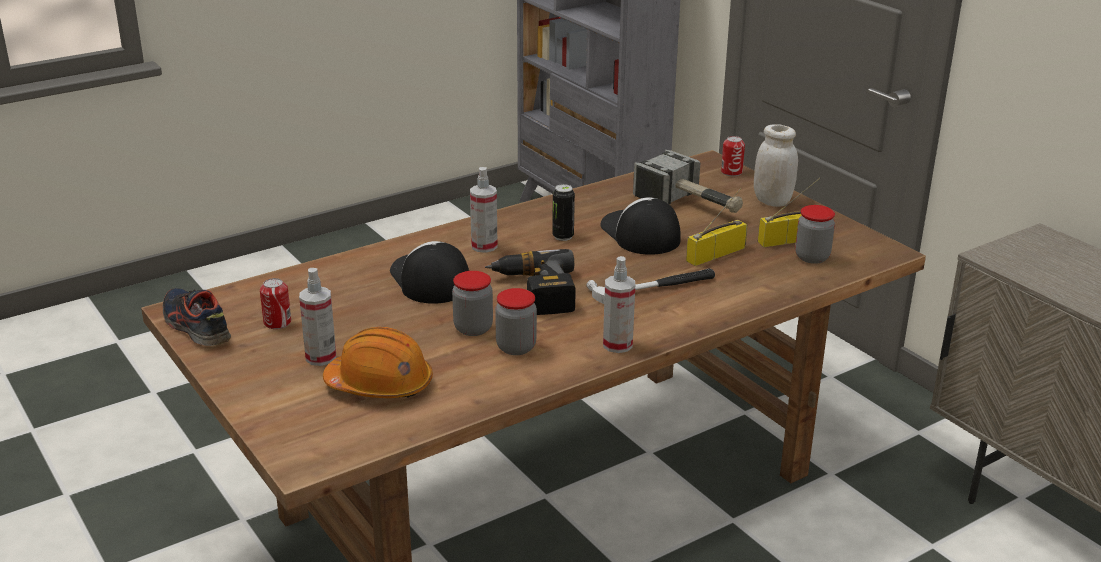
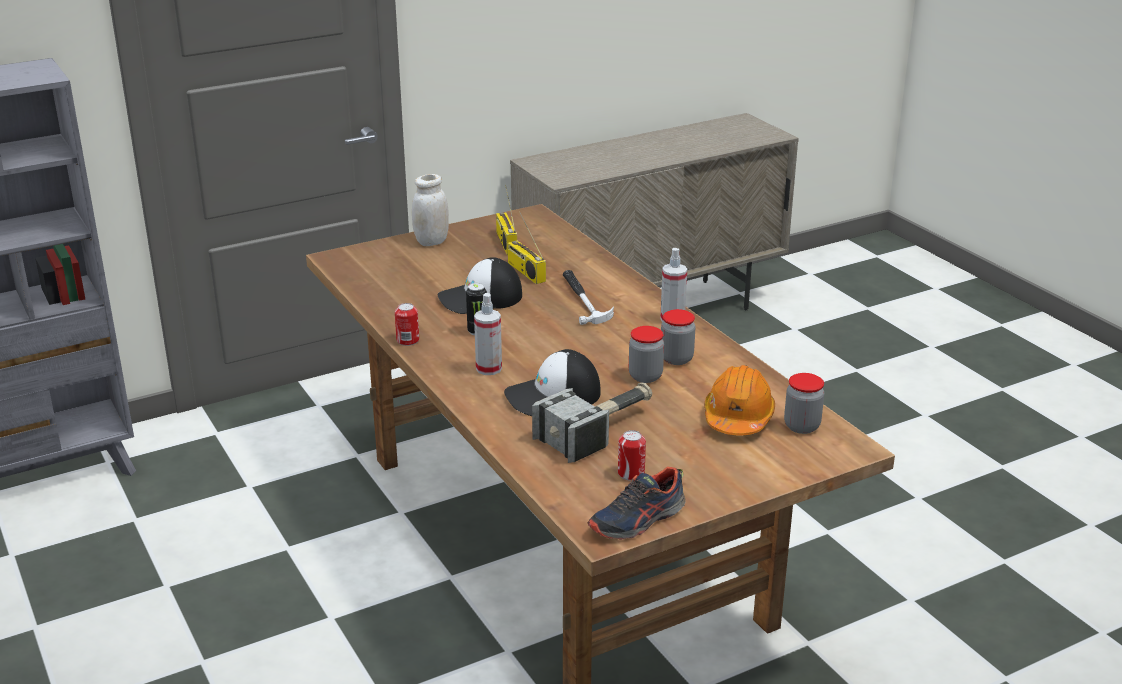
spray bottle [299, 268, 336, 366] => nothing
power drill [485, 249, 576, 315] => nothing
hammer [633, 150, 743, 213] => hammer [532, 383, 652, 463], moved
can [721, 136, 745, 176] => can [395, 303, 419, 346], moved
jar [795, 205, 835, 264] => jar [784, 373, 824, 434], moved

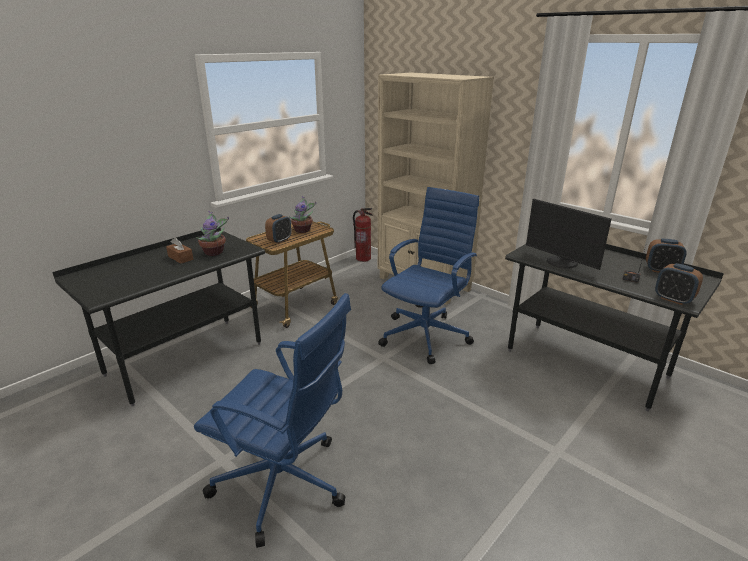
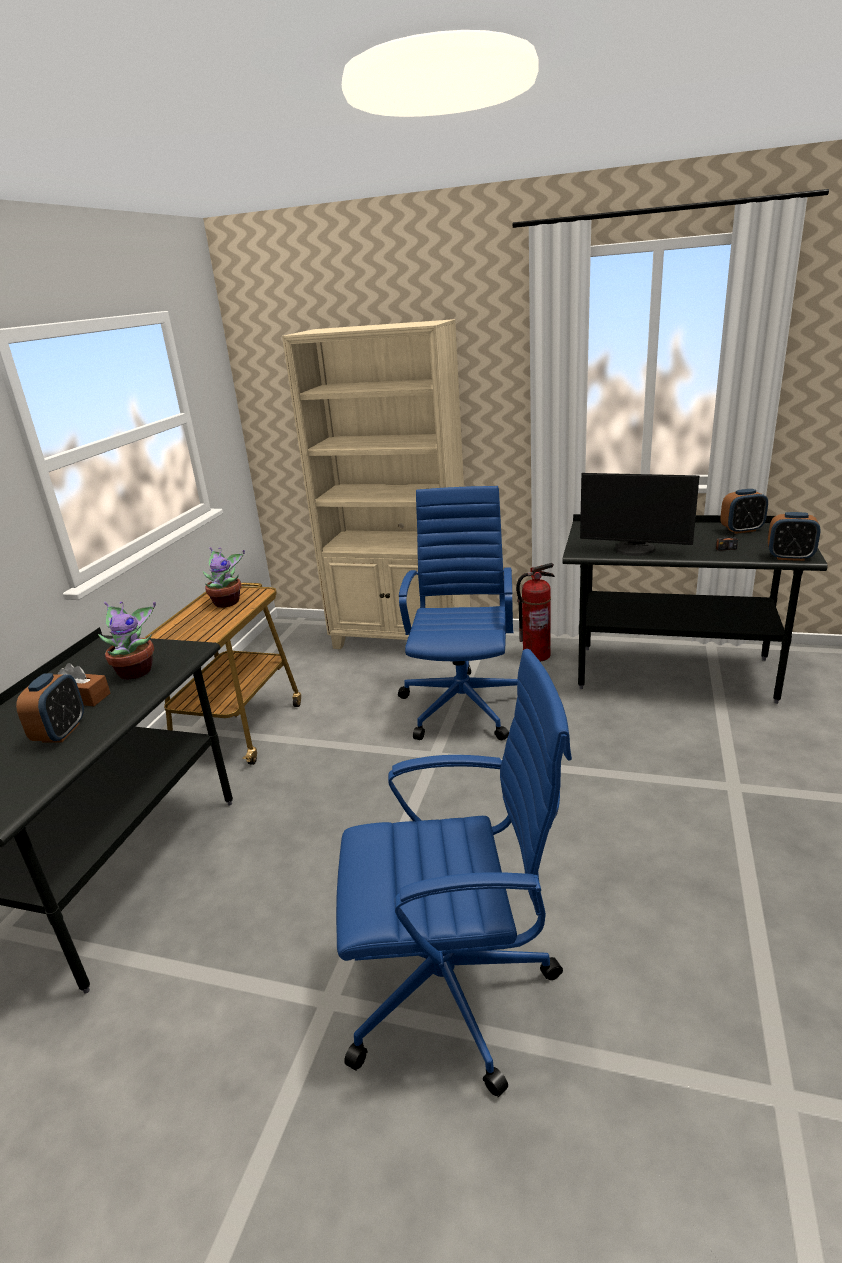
alarm clock [265, 214, 292, 244] => alarm clock [16, 673, 84, 742], moved
fire extinguisher [353, 208, 373, 262] => fire extinguisher [516, 563, 555, 662], moved

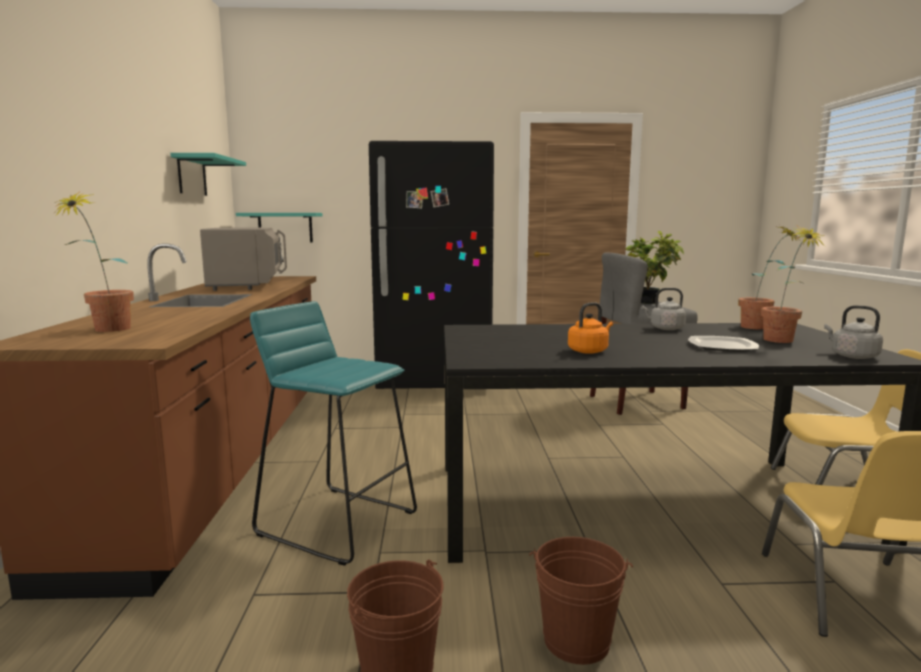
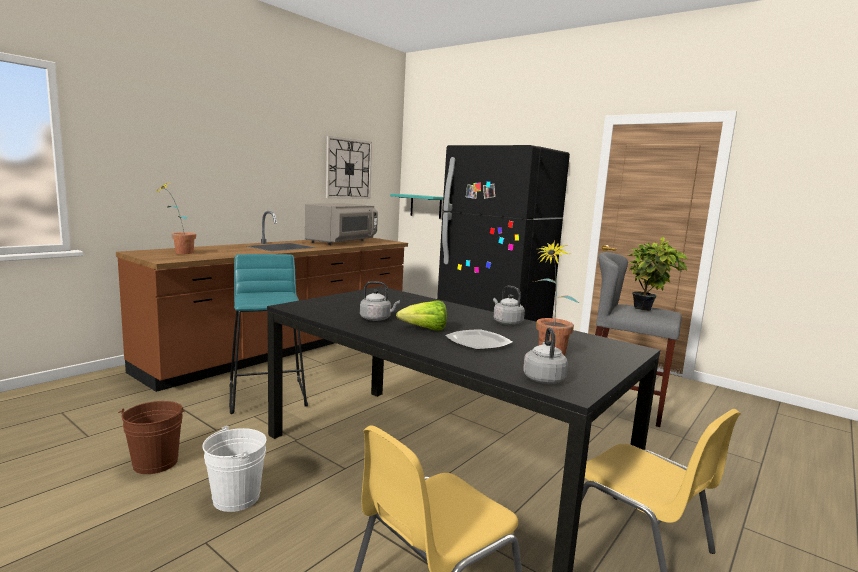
shelf (turquoise) [170, 153, 246, 196] => wall clock [326, 136, 372, 199]
bucket (brown) [529, 537, 633, 665] => bucket (white) [202, 426, 266, 512]
kettle (orange) [568, 302, 613, 354] => kettle (grey) [360, 281, 400, 321]
potted plant [738, 224, 802, 329] => nothing
nothing => lettuce [396, 300, 447, 331]

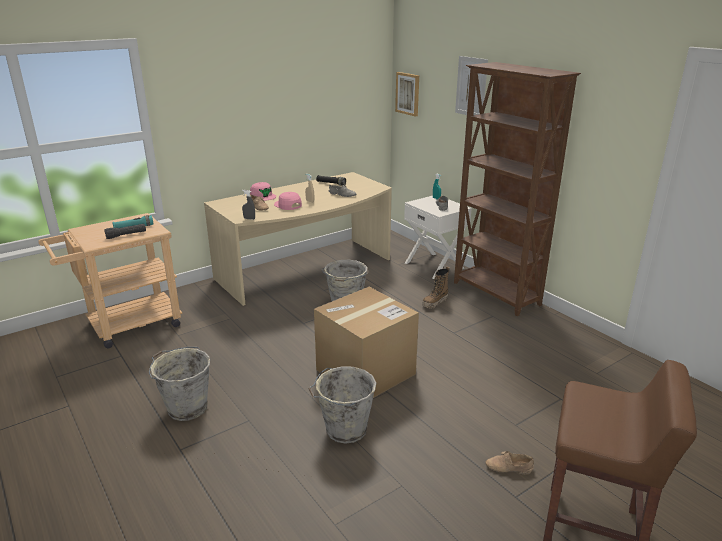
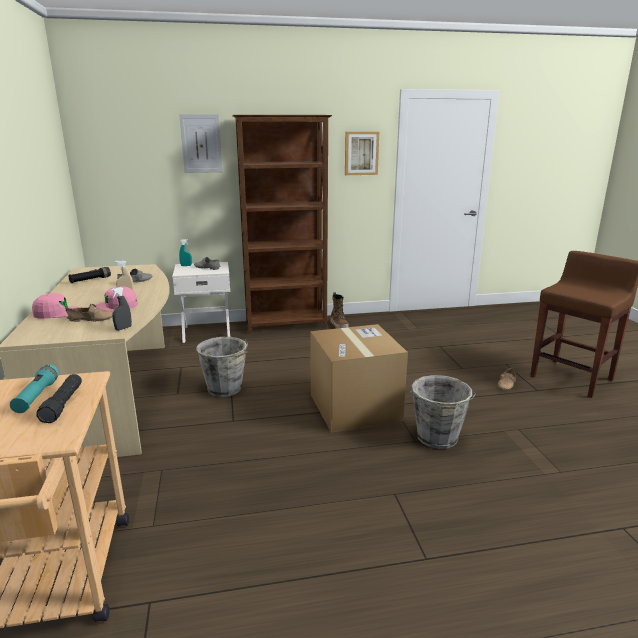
bucket (grey) [149, 347, 210, 421] => nothing
picture [395, 72, 419, 117] => picture [345, 132, 379, 175], moved
boot [422, 267, 449, 309] => boot [330, 292, 349, 329], moved

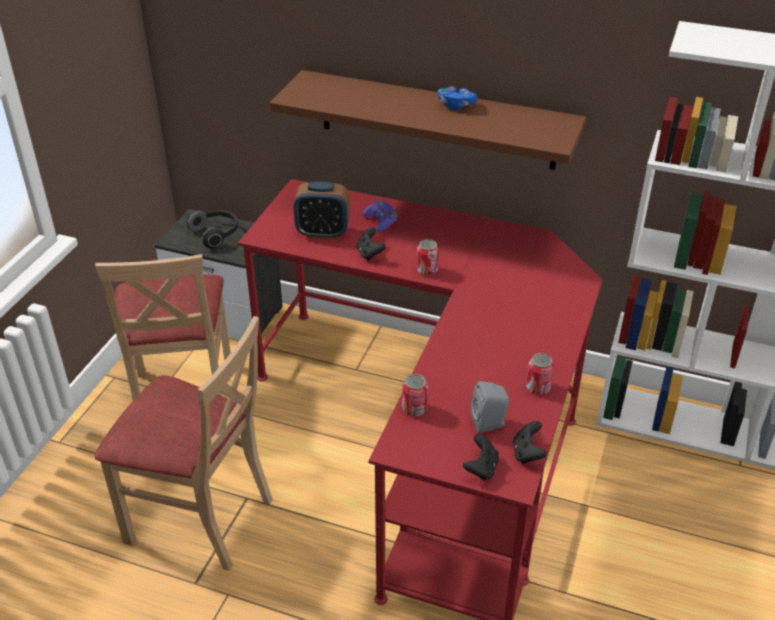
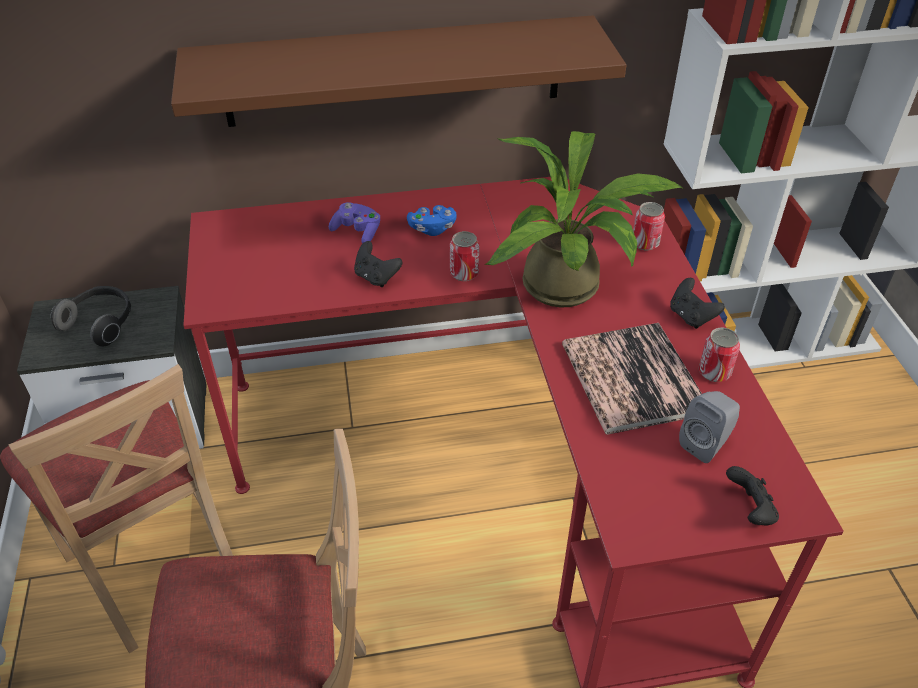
alarm clock [293, 182, 350, 239] => nothing
can [402, 374, 428, 416] => can [633, 202, 665, 250], moved
game controller (blue) [438, 86, 477, 110] => game controller (blue) [407, 205, 457, 236], moved
game controller (black) [513, 421, 547, 464] => game controller (black) [670, 278, 725, 329], moved
nothing => potted plant [485, 131, 684, 307]
nothing => book [562, 323, 702, 434]

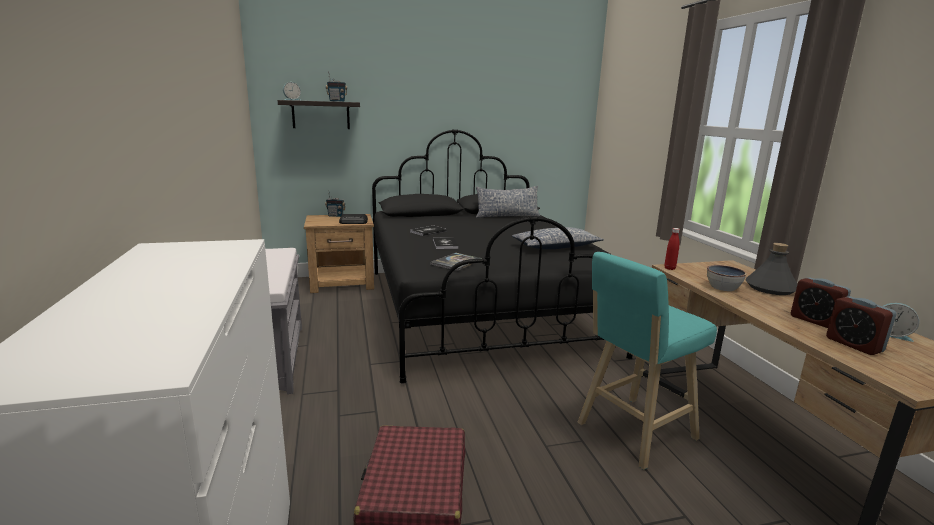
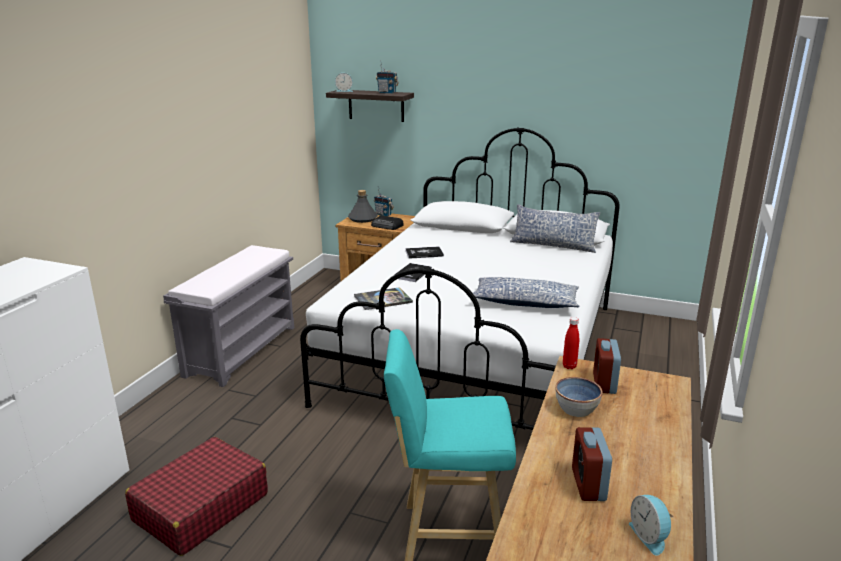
bed (black) [372, 129, 632, 384] => bed (white) [300, 127, 620, 430]
bottle (grey) [745, 243, 797, 295] => bottle (grey) [348, 190, 378, 223], moved
alarm clock [826, 296, 896, 355] => alarm clock [593, 338, 621, 394], moved

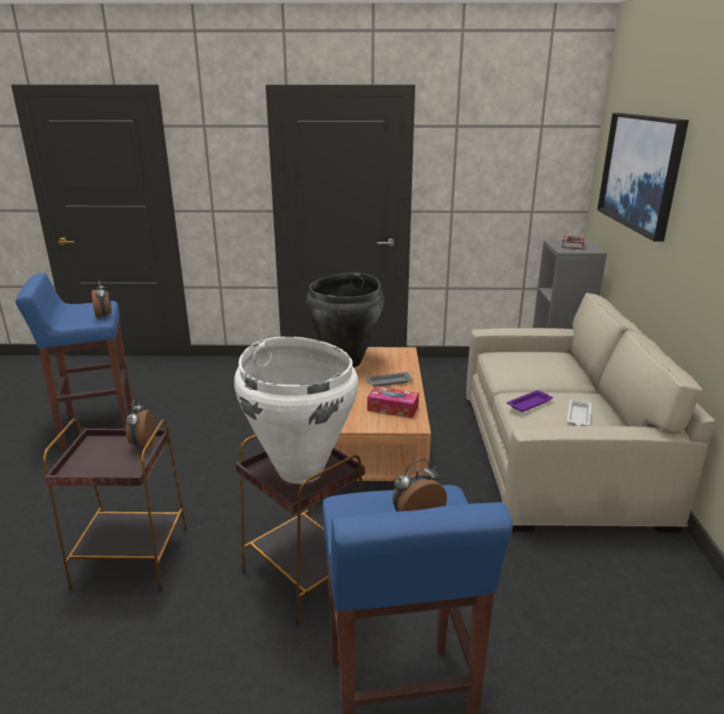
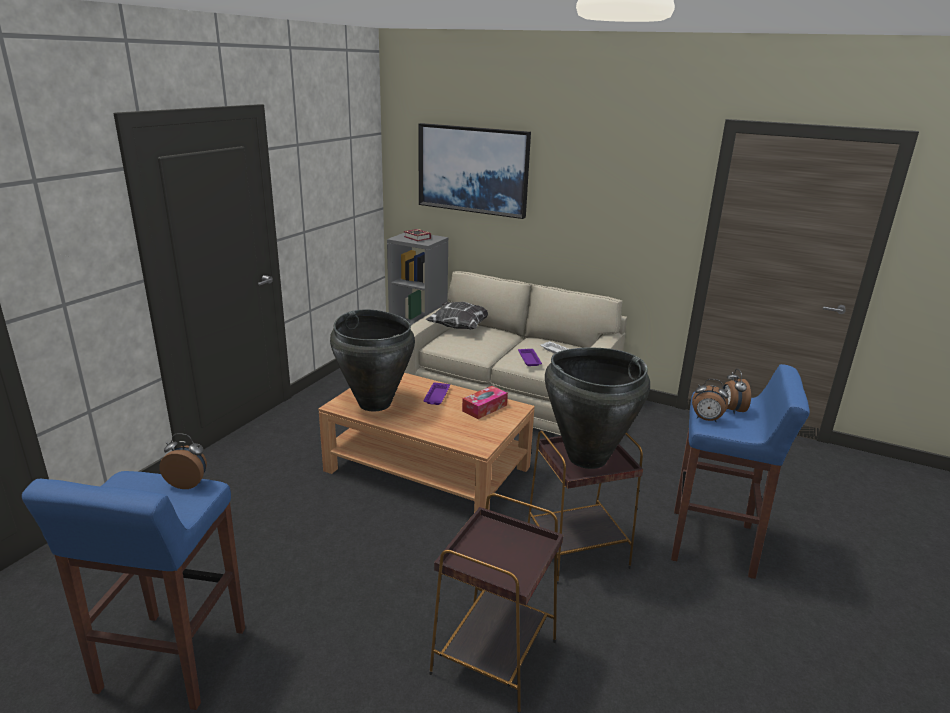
alarm clock [125, 399, 155, 450] => alarm clock [692, 379, 729, 422], moved
vase (white) [234, 337, 359, 484] => vase (black) [545, 348, 650, 469]
tray (grey) [367, 372, 413, 387] => tray (purple) [423, 382, 450, 405]
nothing => pillow [425, 301, 488, 329]

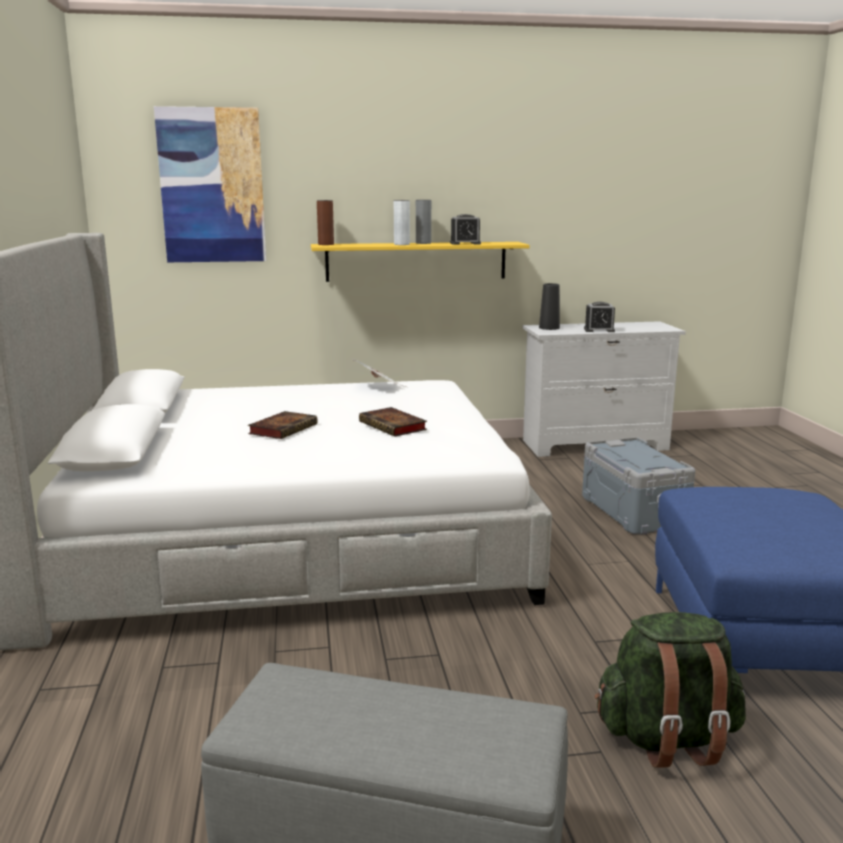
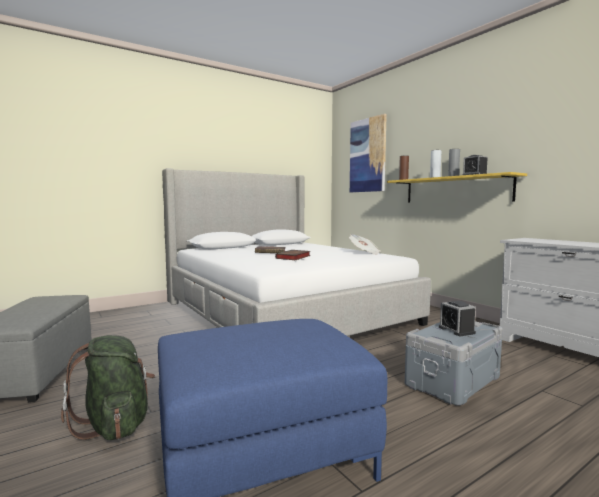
vase (black) [539, 283, 560, 330] => nothing
alarm clock [584, 302, 615, 332] => alarm clock [439, 301, 476, 336], moved

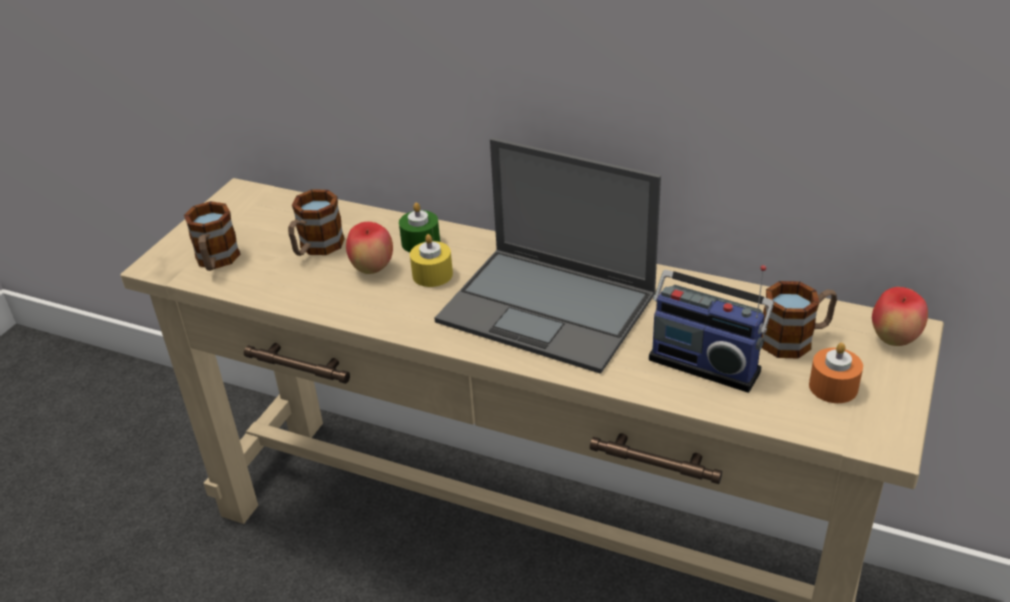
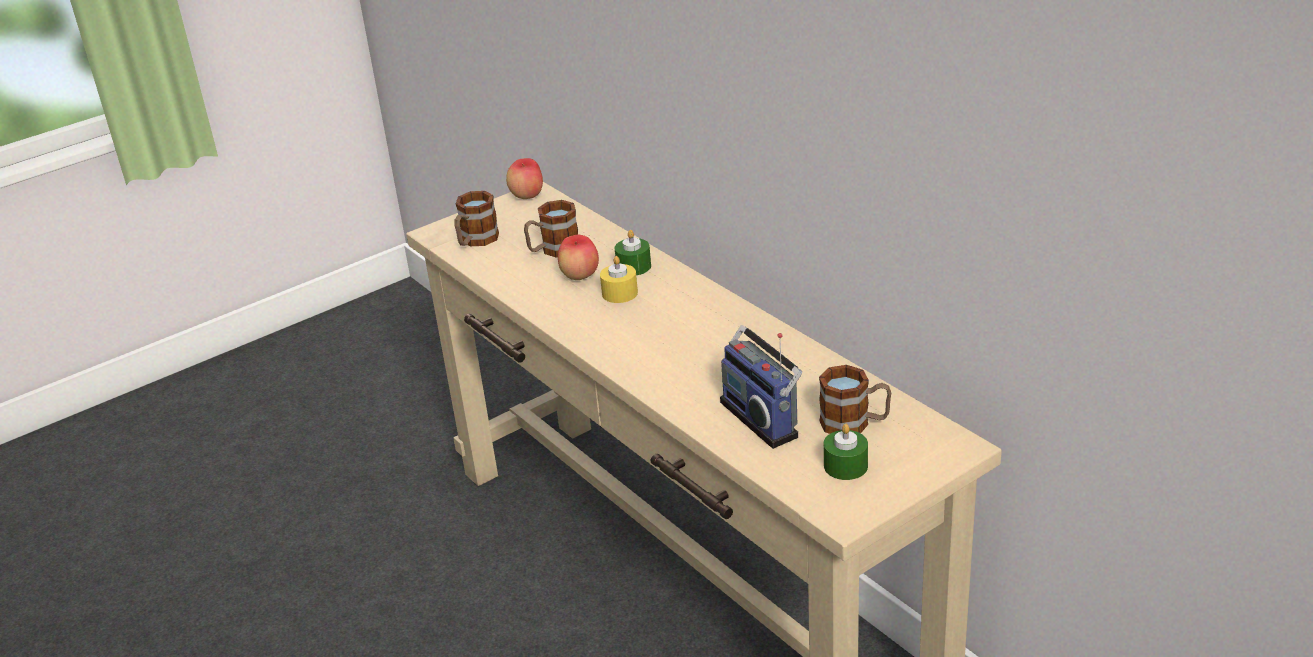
laptop [435, 138, 661, 374] => nothing
candle (orange) [809, 343, 863, 403] => candle (green) [824, 424, 868, 480]
apple [872, 287, 928, 346] => apple [506, 158, 543, 199], moved

